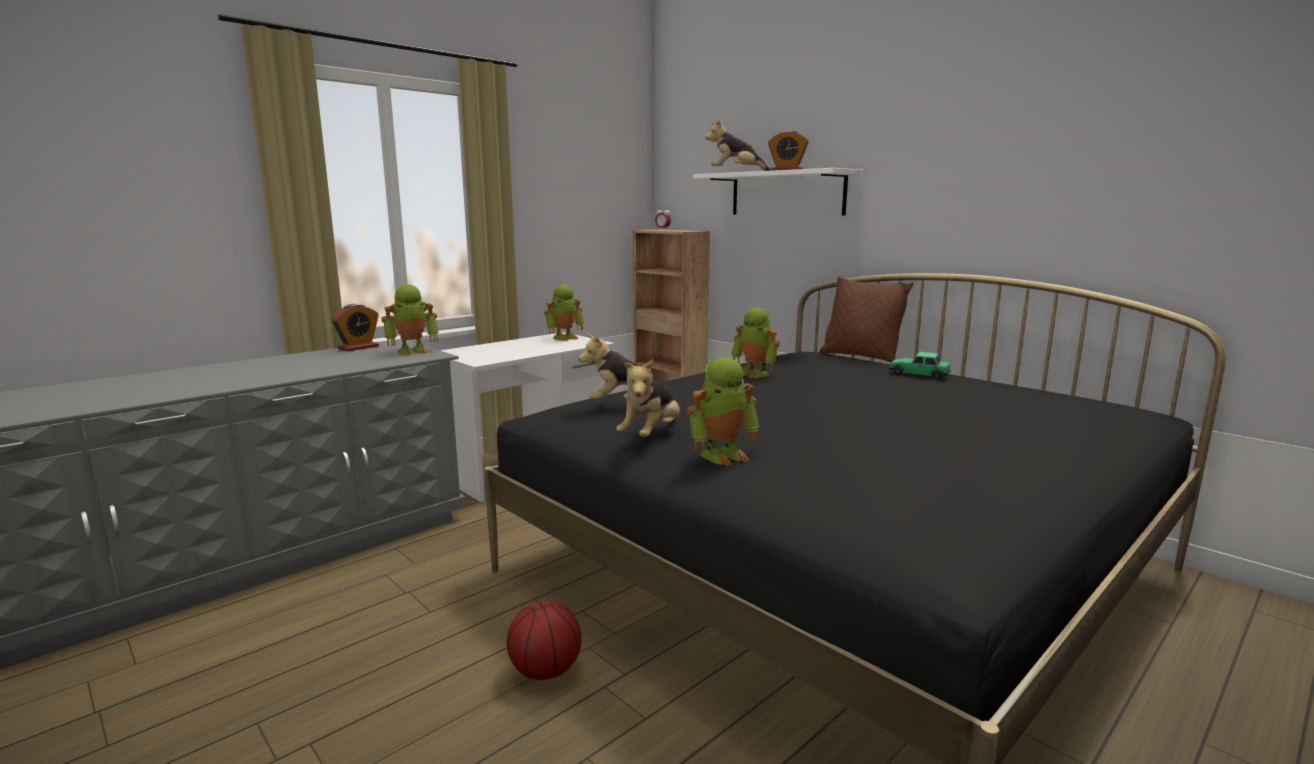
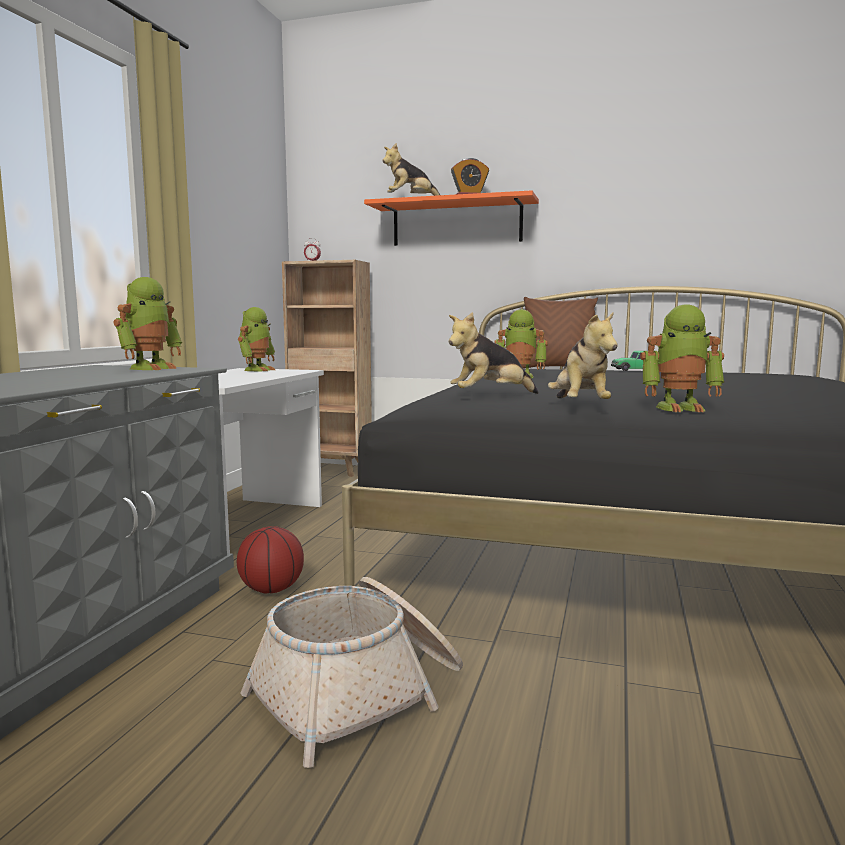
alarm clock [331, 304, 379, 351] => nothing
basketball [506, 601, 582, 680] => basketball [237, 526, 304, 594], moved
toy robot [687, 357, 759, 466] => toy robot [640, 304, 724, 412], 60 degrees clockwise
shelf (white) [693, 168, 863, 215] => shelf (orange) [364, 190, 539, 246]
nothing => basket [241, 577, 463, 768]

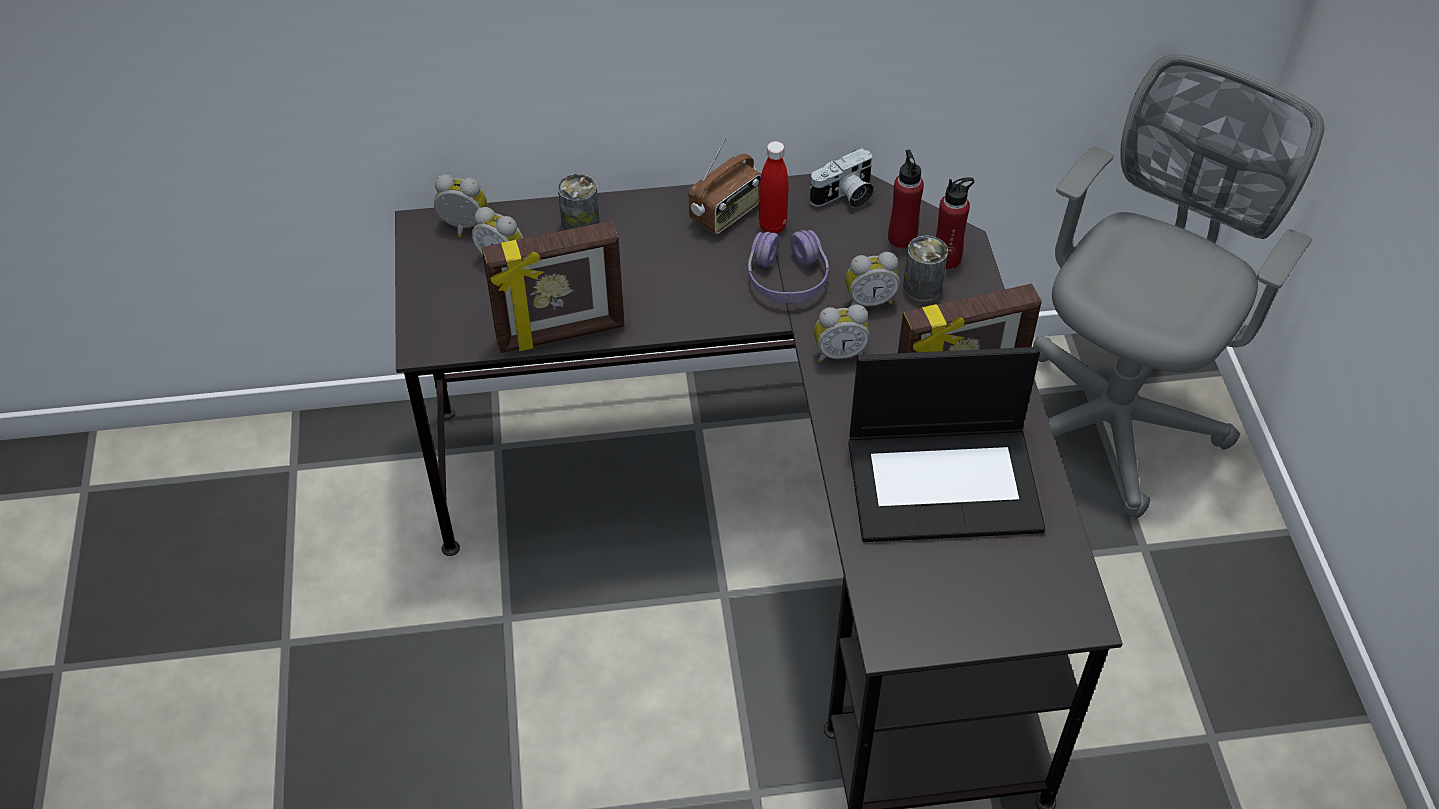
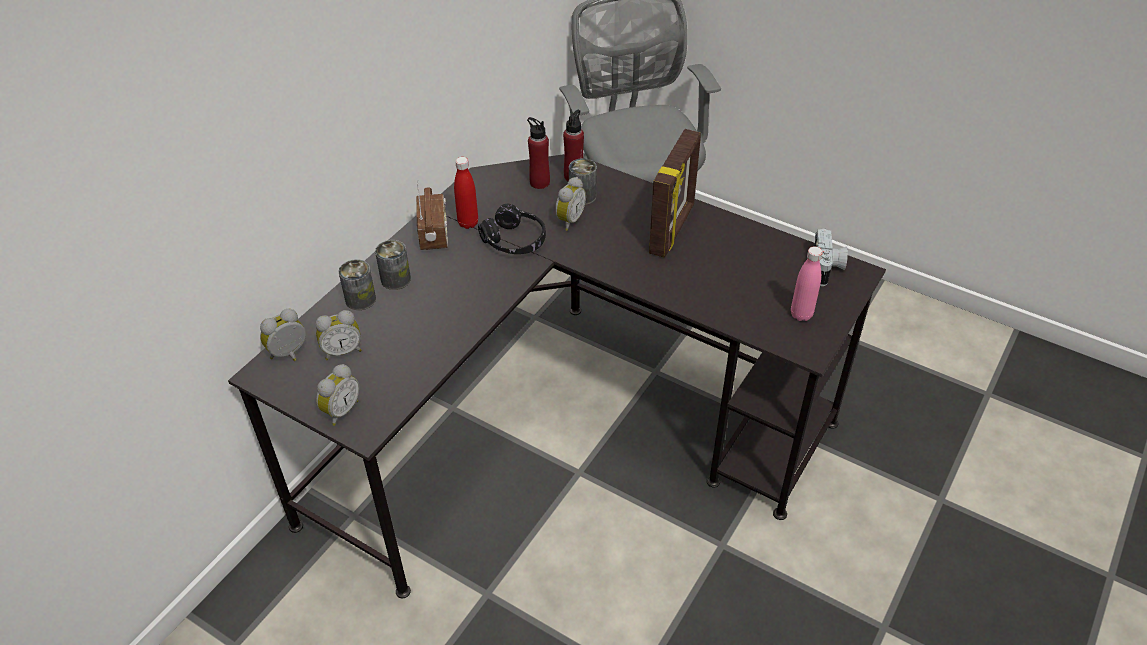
picture frame [482, 221, 624, 353] => nothing
headphones (purple) [748, 230, 829, 304] => headphones (black) [478, 204, 546, 254]
photo camera [810, 148, 874, 208] => photo camera [814, 228, 848, 286], moved
alarm clock [814, 304, 870, 362] => alarm clock [316, 364, 360, 426], moved
laptop [848, 347, 1046, 542] => nothing
nothing => can [375, 240, 411, 290]
nothing => bottle (pink) [791, 246, 823, 321]

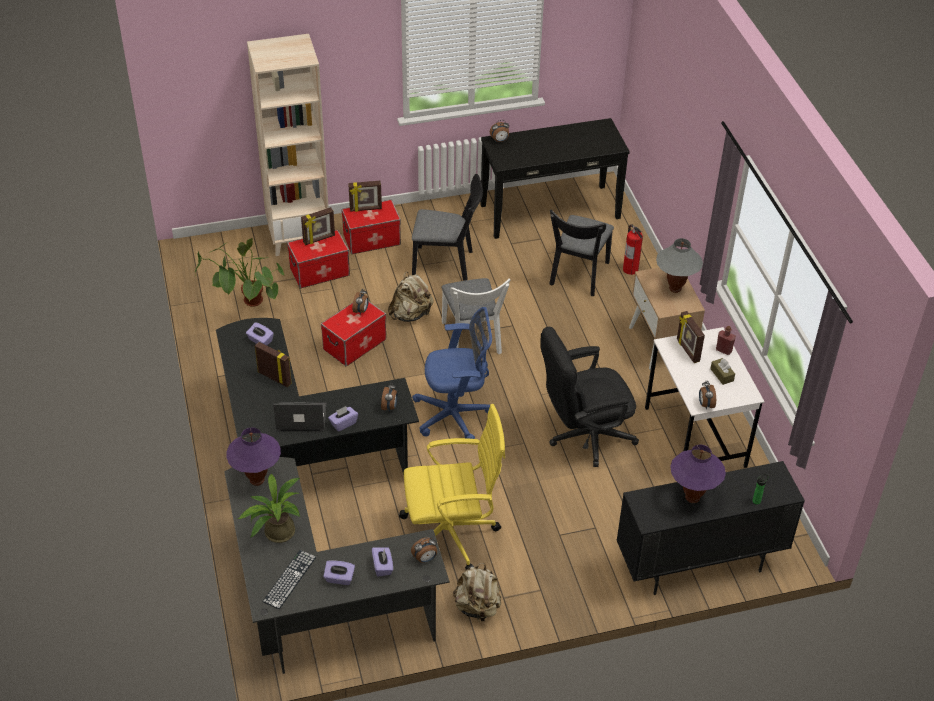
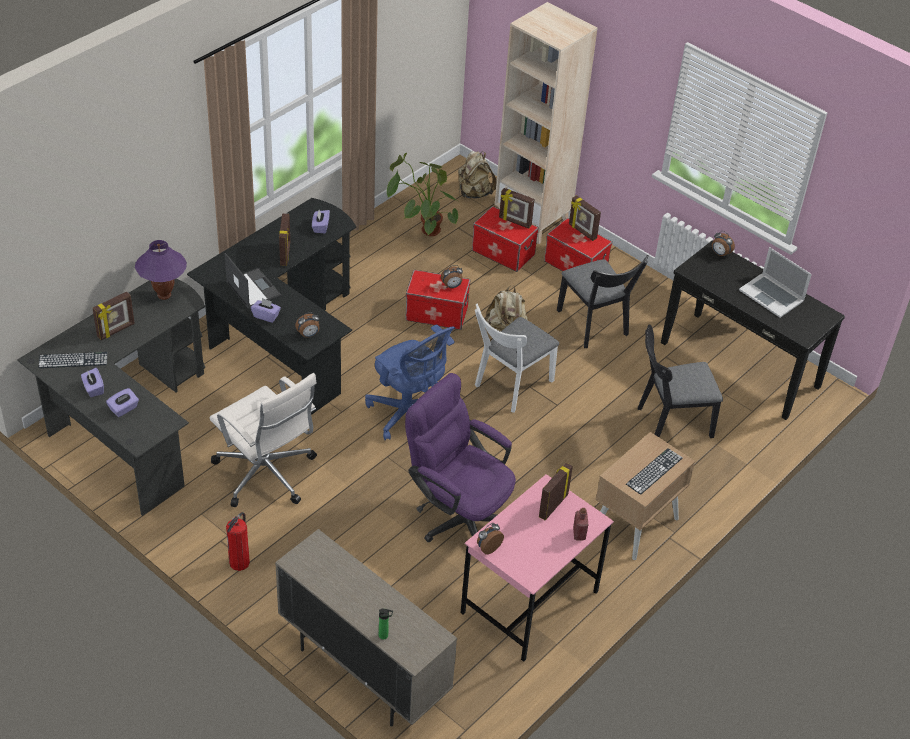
potted plant [238, 474, 301, 543] => picture frame [93, 292, 135, 340]
office chair (yellow) [399, 404, 505, 569] => office chair (white) [210, 373, 317, 507]
alarm clock [411, 537, 437, 563] => nothing
backpack (beige) [453, 563, 501, 621] => backpack (beige) [458, 151, 497, 199], moved
office chair (black) [540, 327, 639, 467] => office chair (purple) [405, 373, 516, 542]
cabinet (black) [617, 461, 805, 595] => cabinet (beige) [275, 529, 457, 727]
fire extinguisher [623, 225, 643, 275] => fire extinguisher [226, 512, 250, 571], moved
desk (white) [645, 327, 765, 468] => desk (pink) [461, 474, 614, 662]
table lamp (grey) [656, 238, 703, 293] => keyboard [626, 448, 682, 495]
table lamp (purple) [670, 445, 726, 503] => nothing
tissue box (brown) [710, 358, 735, 385] => nothing
nothing => laptop [739, 247, 812, 318]

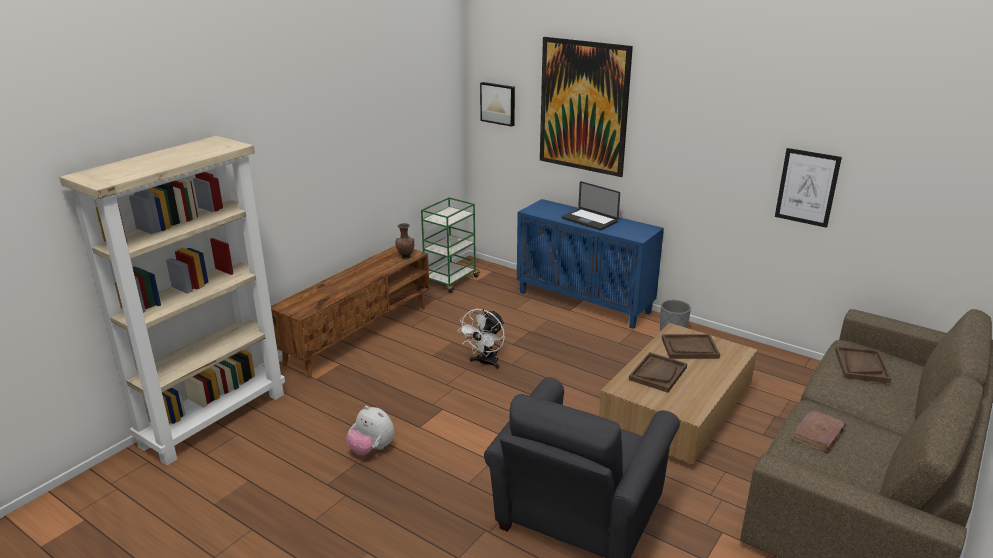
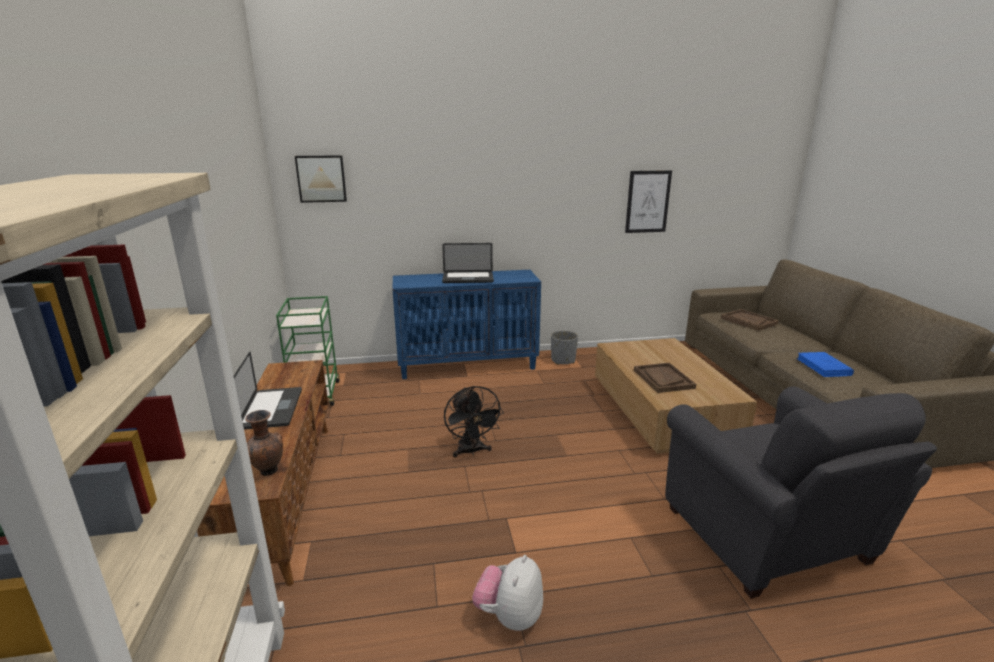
plush toy [346, 406, 395, 455] => plush toy [472, 555, 543, 631], 120 degrees clockwise
vase (brown) [395, 223, 414, 259] => vase (brown) [245, 410, 283, 476], moved
fan (white) [457, 309, 505, 369] => fan (black) [444, 386, 504, 457]
picture [540, 37, 633, 177] => nothing
tray (brown) [662, 334, 720, 359] => nothing
book (brown) [791, 409, 846, 453] => book (blue) [797, 352, 854, 377]
nothing => laptop [234, 352, 302, 430]

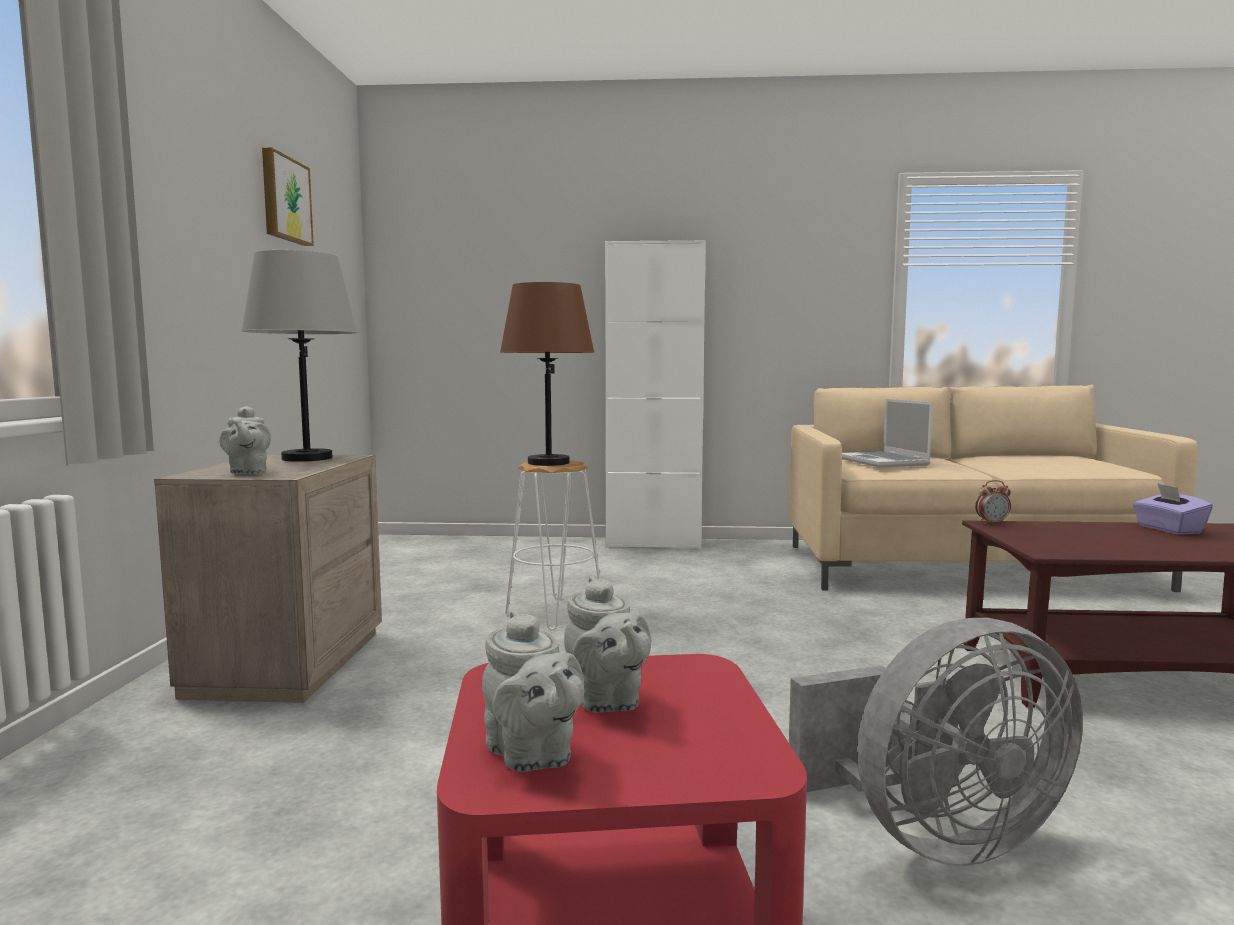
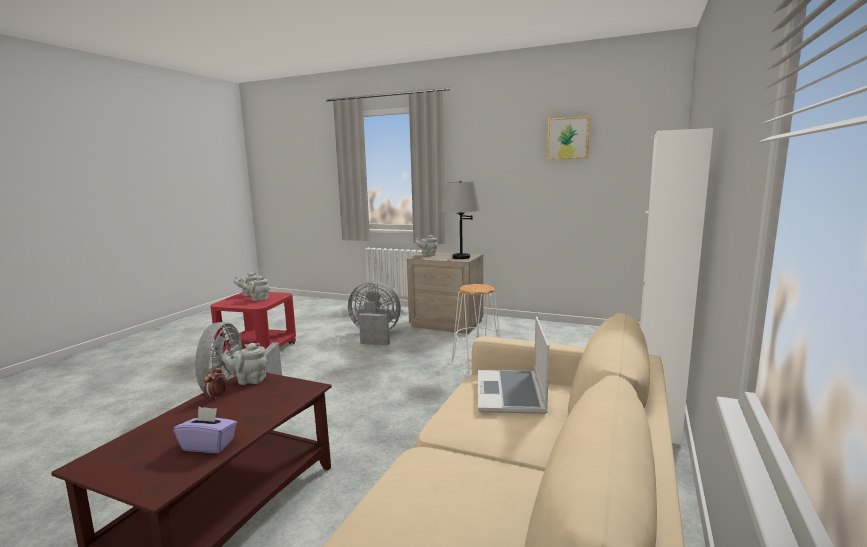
table lamp (brown) [500, 282, 594, 466] => nothing
laptop [842, 399, 933, 467] => laptop [478, 316, 549, 414], 90 degrees counterclockwise
alarm clock [975, 480, 1011, 524] => alarm clock [204, 366, 227, 400], moved
nothing => teapot (grey) [222, 343, 268, 385]
nothing => fan (grey) [348, 281, 401, 345]

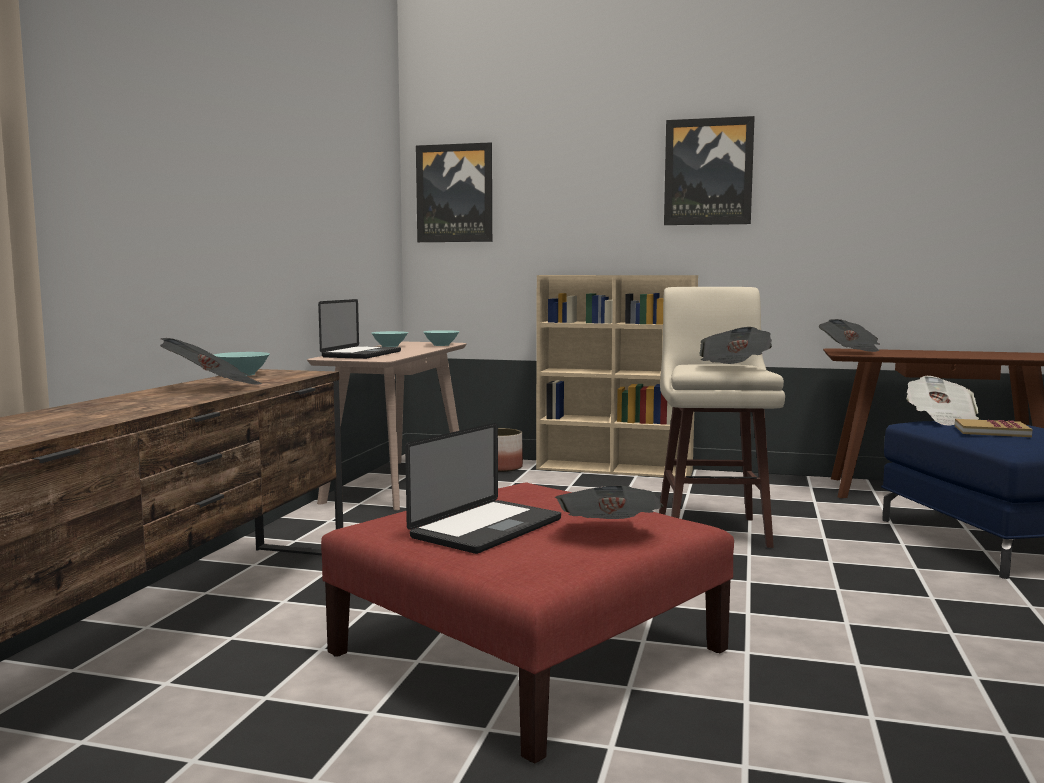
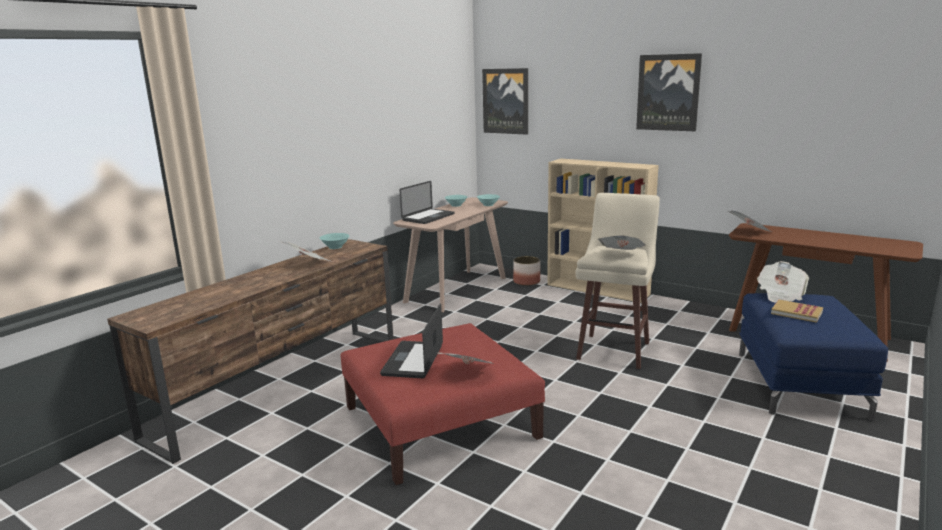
laptop [405, 423, 561, 554] => laptop [380, 304, 443, 378], 135 degrees clockwise

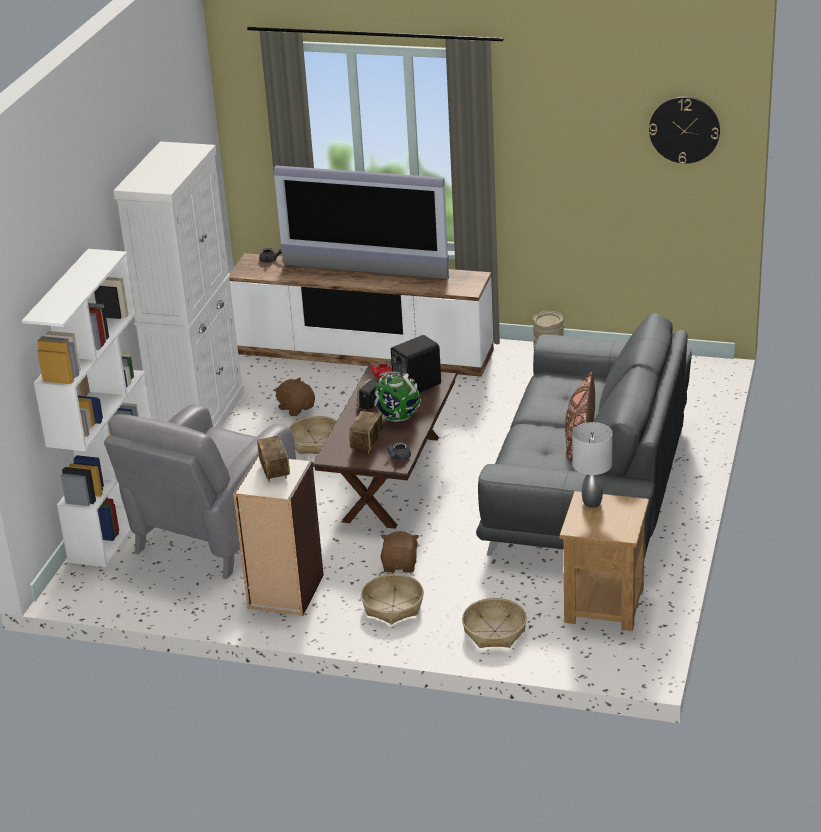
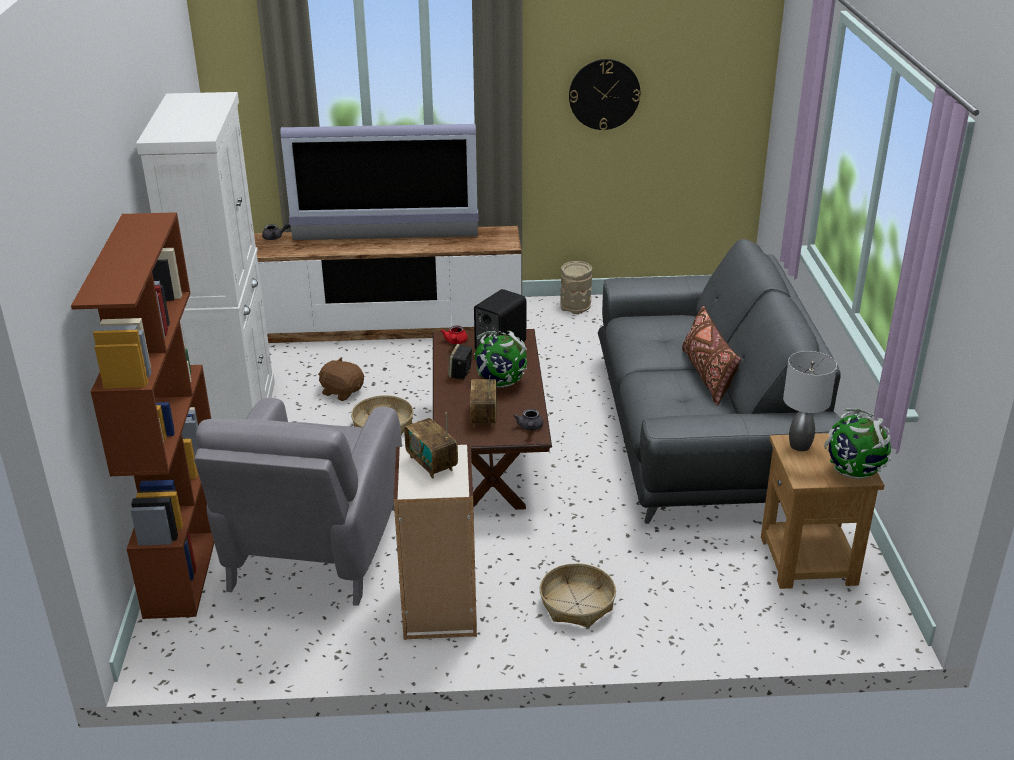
bookcase (white) [22, 249, 152, 567] => bookcase (brown) [71, 212, 214, 619]
plush toy (brown) [381, 531, 419, 573] => nothing
basket [462, 598, 527, 648] => nothing
wall clock [649, 97, 720, 164] => wall clock [569, 59, 640, 130], moved
nothing => globe [824, 408, 891, 479]

